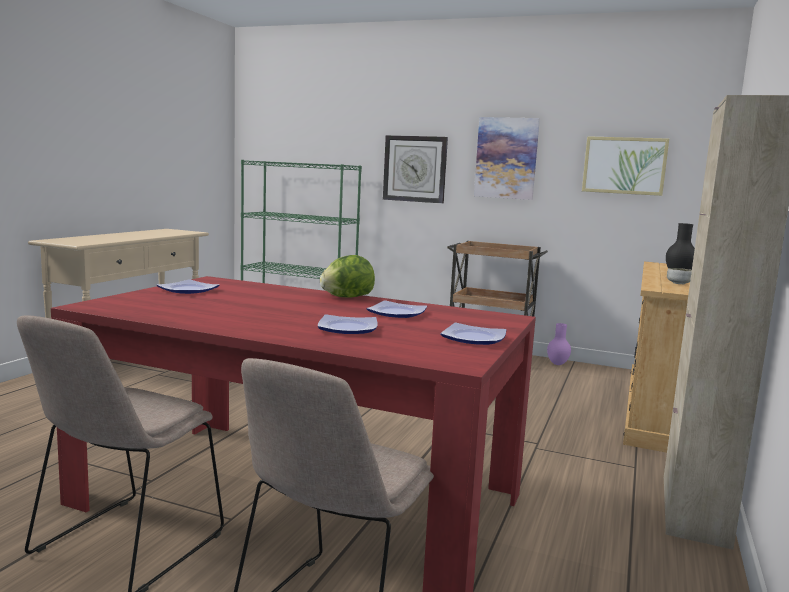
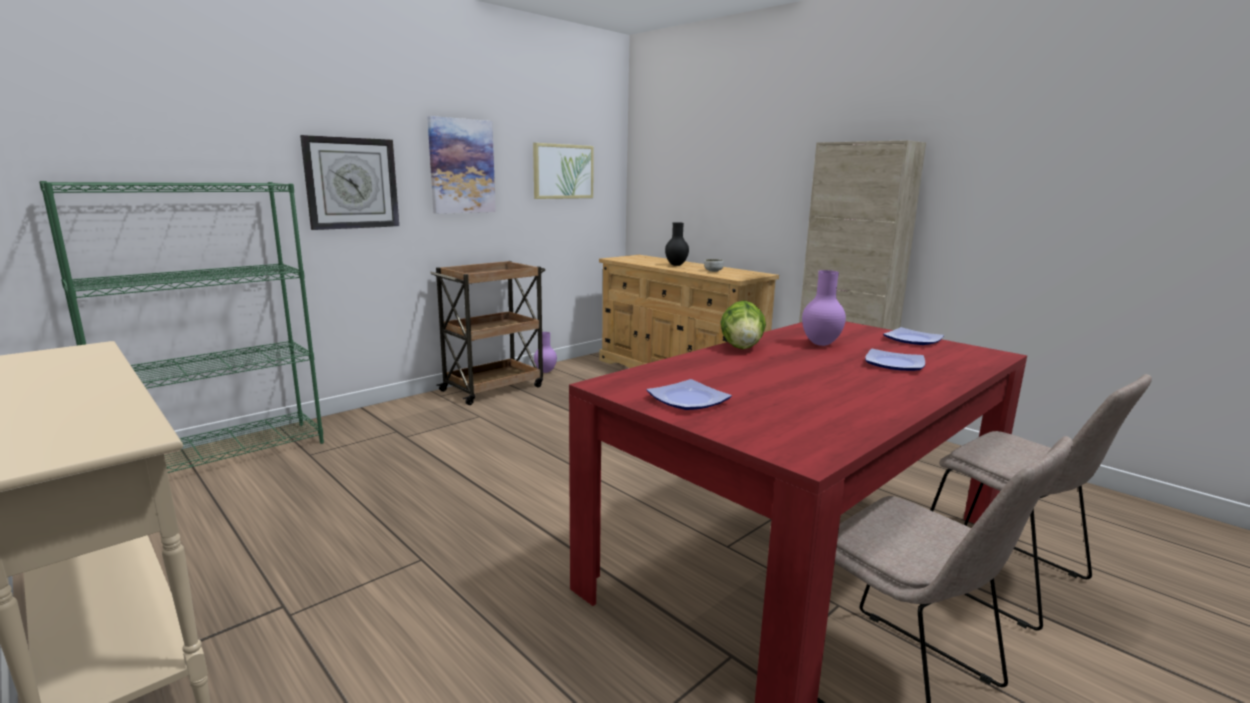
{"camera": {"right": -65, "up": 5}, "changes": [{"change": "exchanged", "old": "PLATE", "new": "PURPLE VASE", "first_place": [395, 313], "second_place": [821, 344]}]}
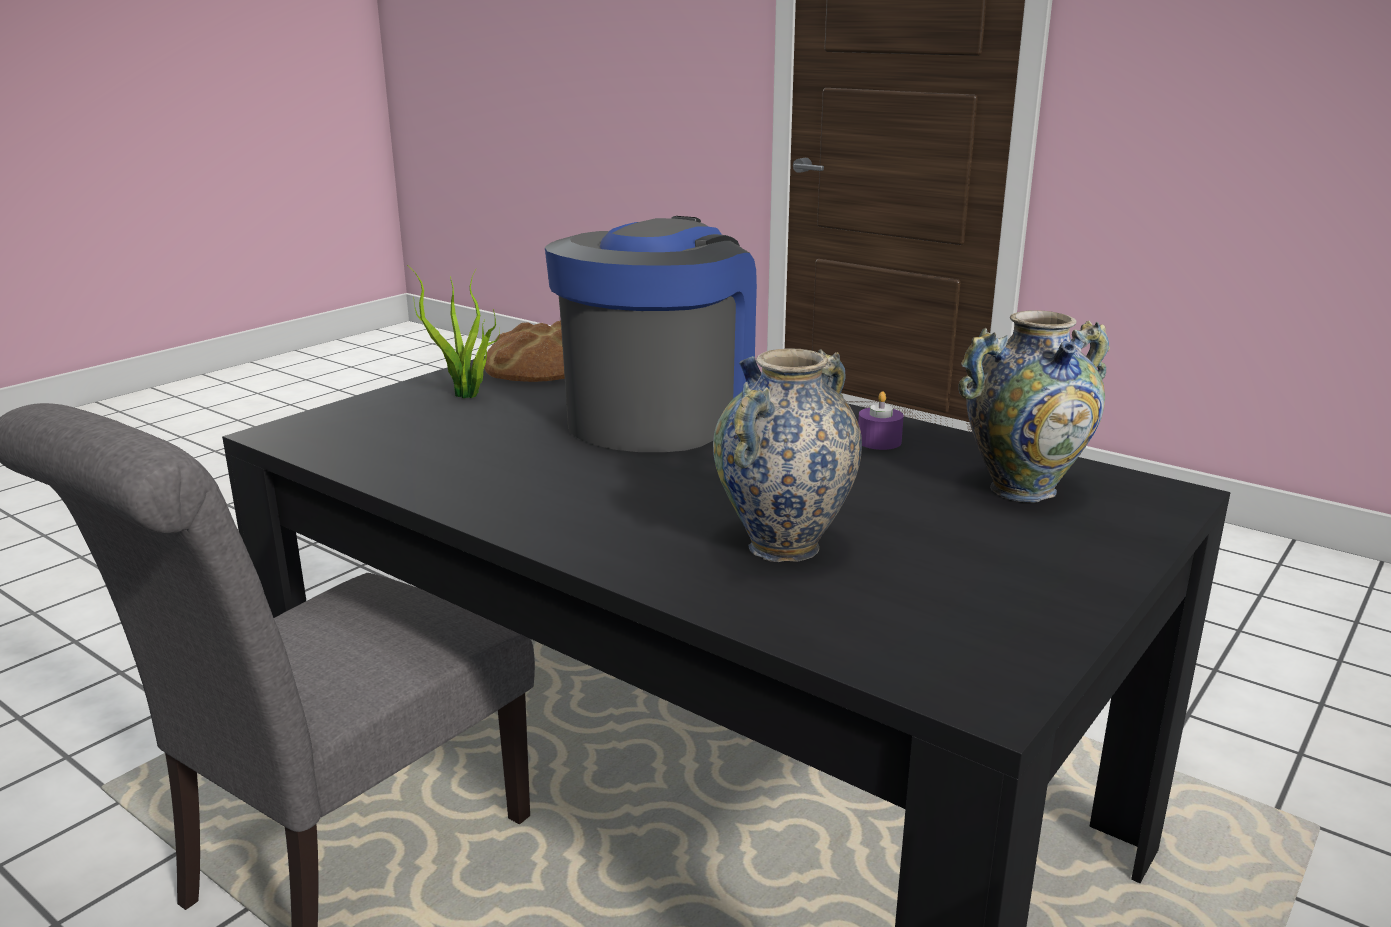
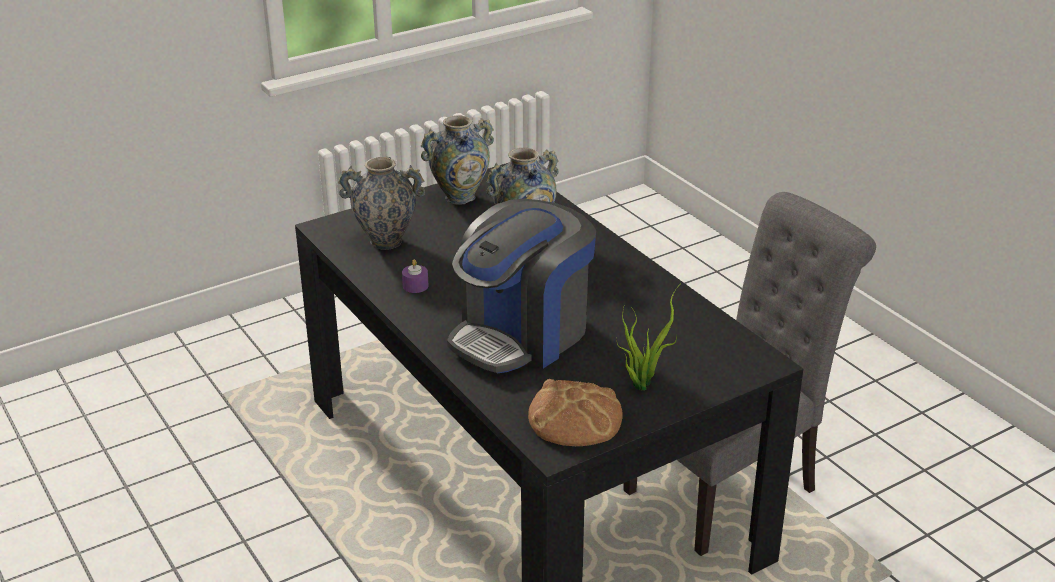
{"camera": {"right": -160, "up": 10}, "changes": [{"change": "appeared", "new": "VASE", "second_place": [460, 197]}]}
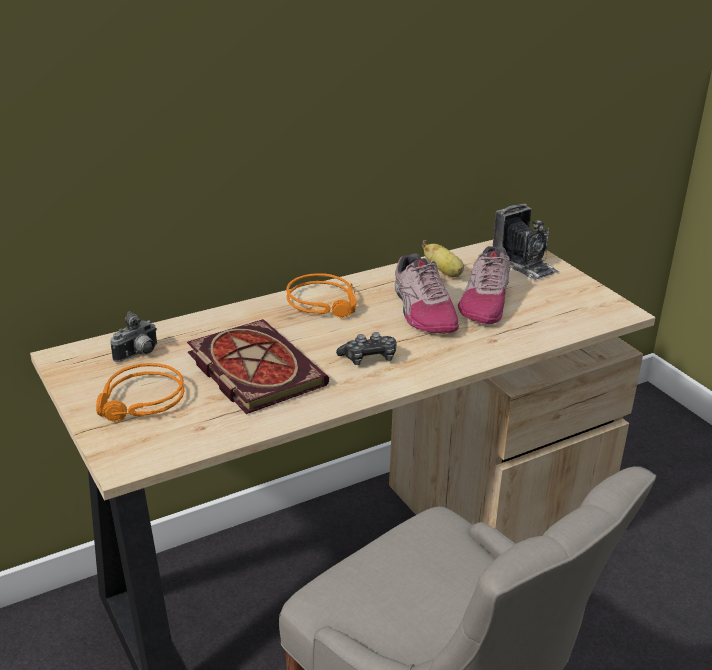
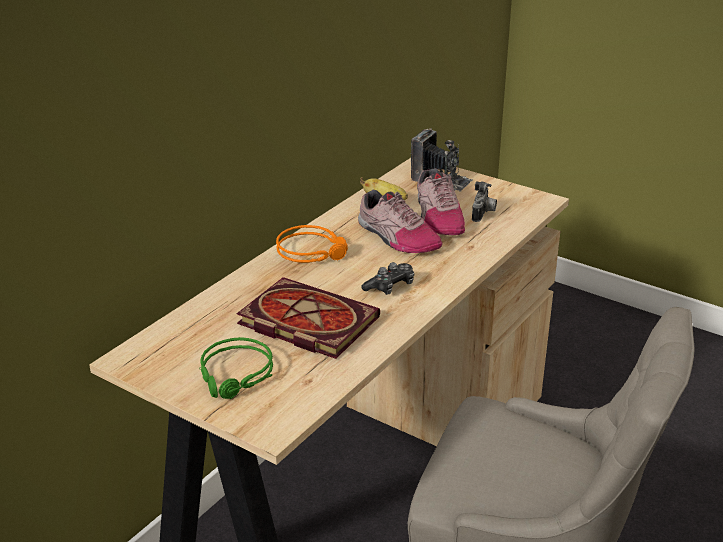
{"camera": {"right": -25, "up": 0}, "changes": [{"change": "relocated", "old": "PHOTO CAMERA", "first_place": [138, 354], "second_place": [483, 214]}, {"change": "colour", "old": "ORANGE HEADPHONES", "new": "GREEN HEADPHONES", "first_place": [141, 402], "second_place": [237, 376]}]}
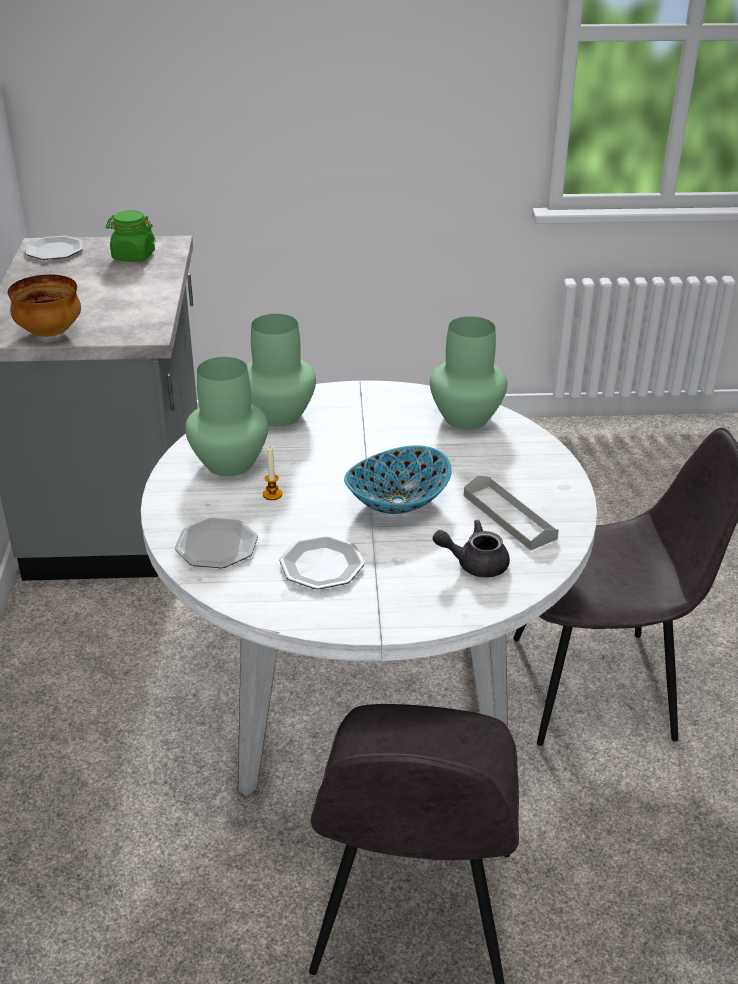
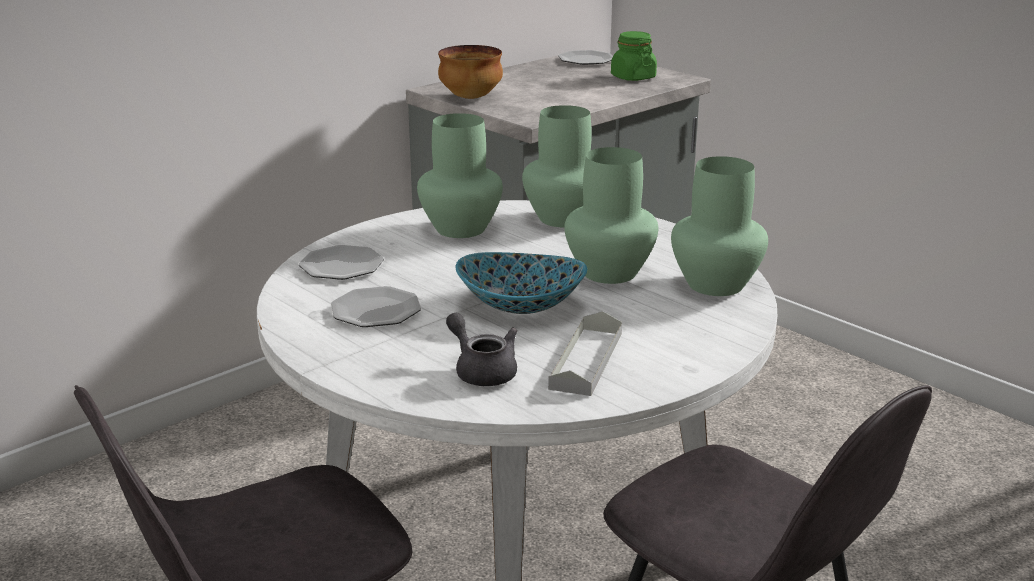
{"camera": {"right": 50, "up": -10}, "changes": [{"change": "missing", "old": "CANDLE", "first_place": [272, 494]}, {"change": "appeared", "new": "GREEN VASE", "second_place": [611, 273]}]}
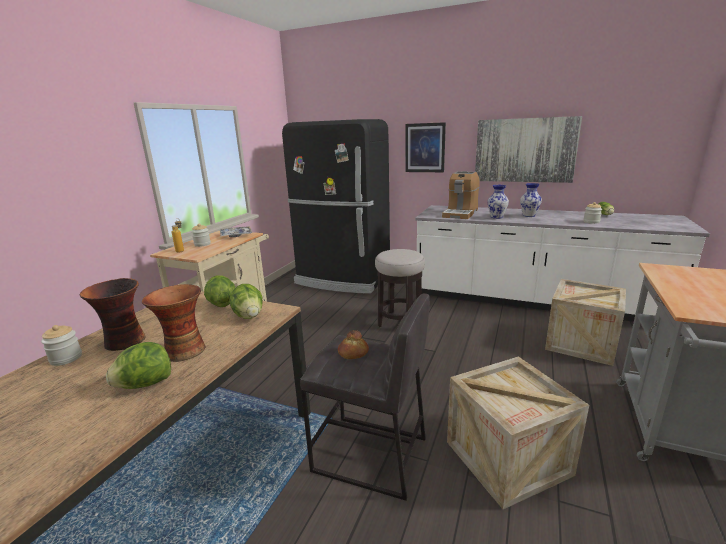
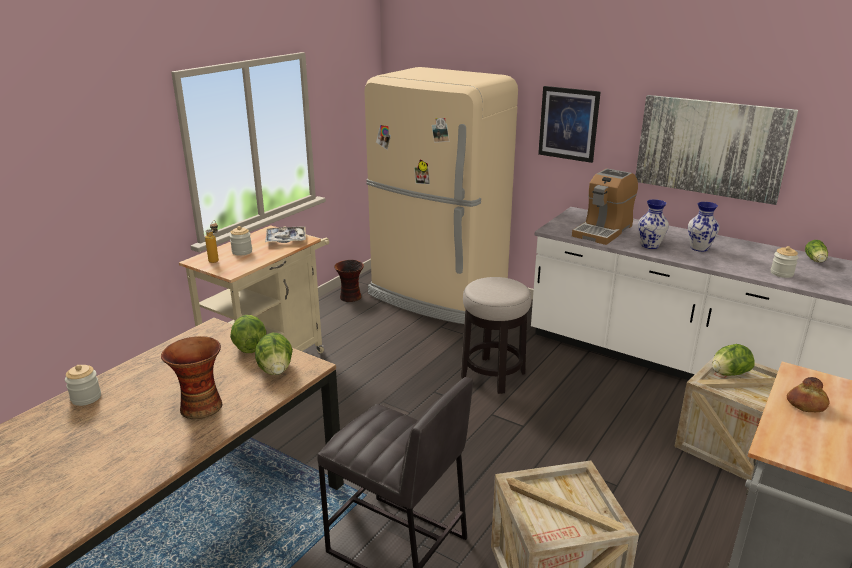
{"camera": {"right": 10, "up": 5}, "changes": [{"change": "colour", "old": "BLACK FRIDGE", "new": "BEIGE FRIDGE", "first_place": [343, 279], "second_place": [437, 296]}, {"change": "relocated", "old": "VASE", "first_place": [125, 342], "second_place": [350, 297]}, {"change": "relocated", "old": "BREAD", "first_place": [353, 353], "second_place": [806, 404]}, {"change": "relocated", "old": "LETTUCE", "first_place": [145, 384], "second_place": [729, 374]}]}
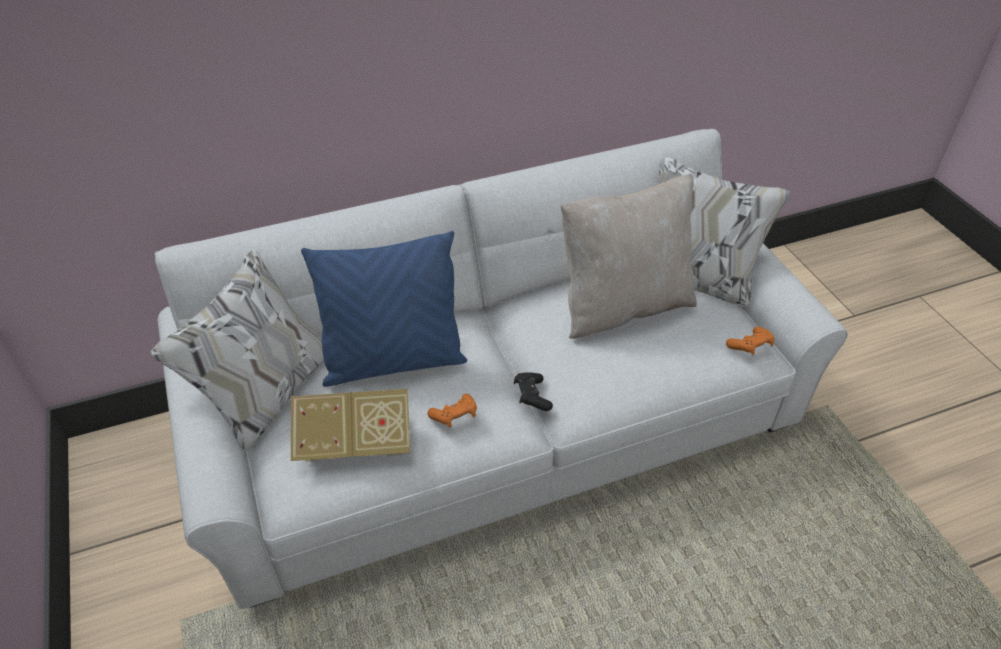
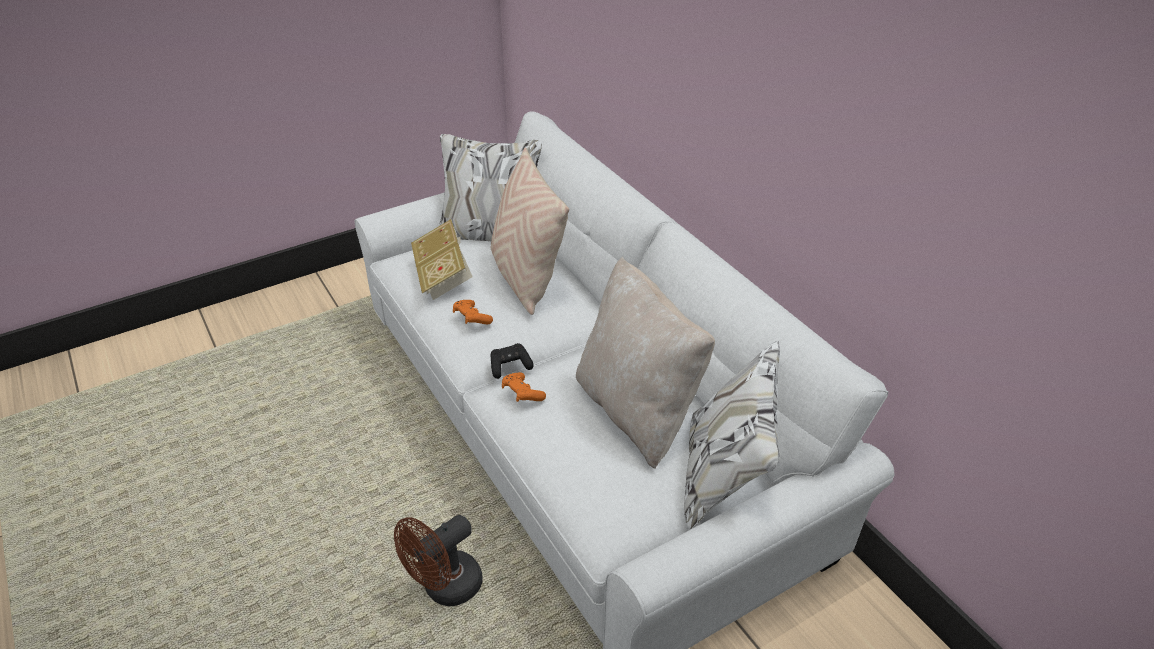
{"camera": {"right": 80, "up": -5}, "changes": [{"change": "colour", "old": "BLUE PILLOW", "new": "BEIGE PILLOW", "first_place": [393, 362], "second_place": [526, 278]}, {"change": "relocated", "old": "ORANGE GAME CONTROLLER", "first_place": [750, 347], "second_place": [522, 394]}, {"change": "appeared", "new": "BROWN FAN", "second_place": [445, 588]}]}
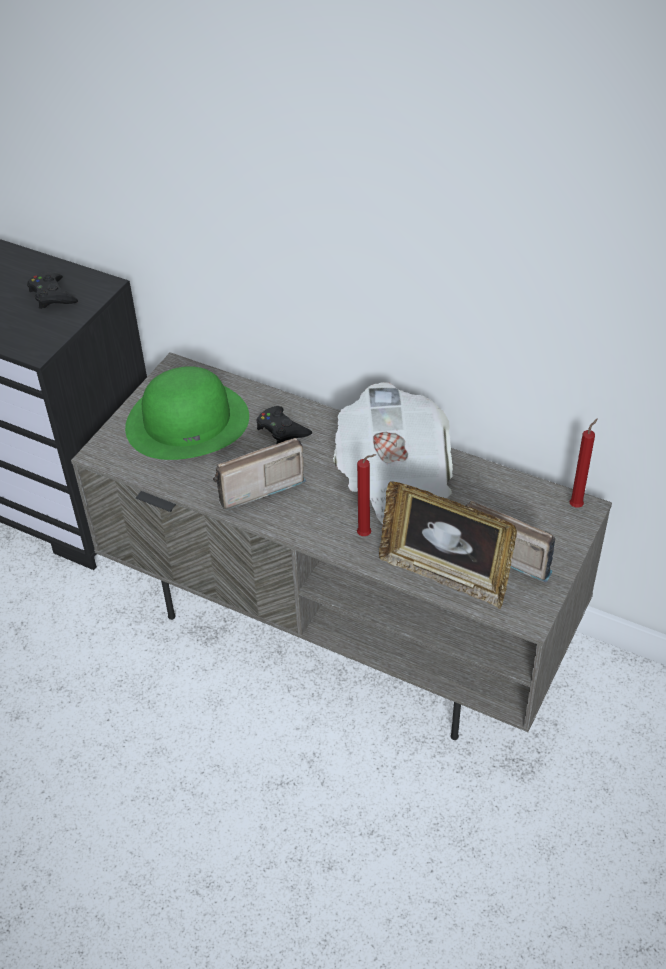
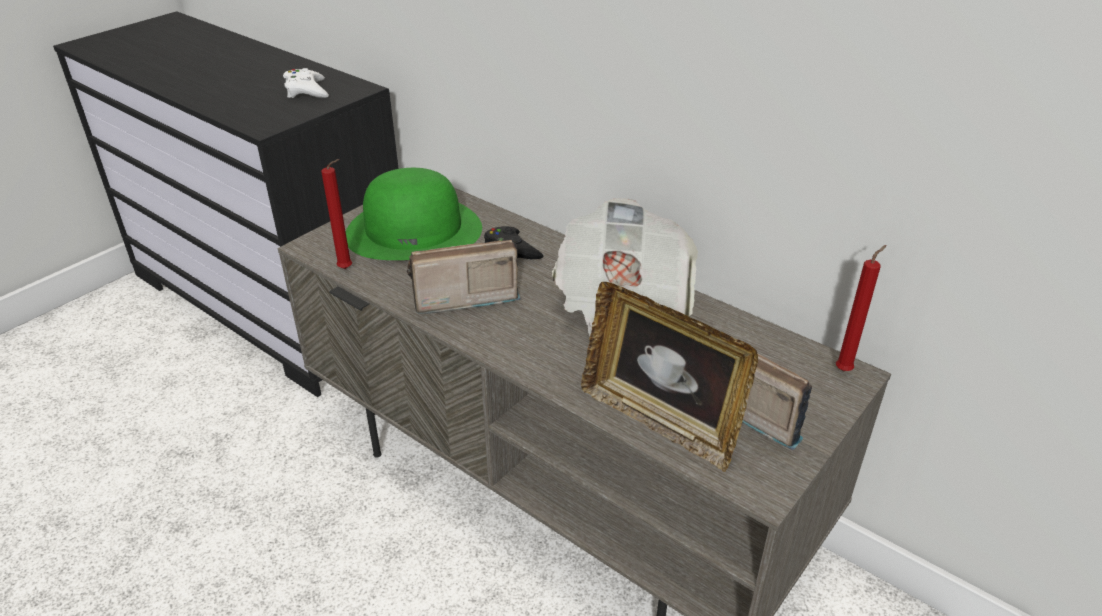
{"camera": {"right": 10, "up": -10}, "changes": [{"change": "colour", "old": "BLACK GAME CONTROLLER", "new": "WHITE GAME CONTROLLER", "first_place": [52, 295], "second_place": [306, 90]}, {"change": "relocated", "old": "RED CANDLE", "first_place": [366, 535], "second_place": [347, 269]}]}
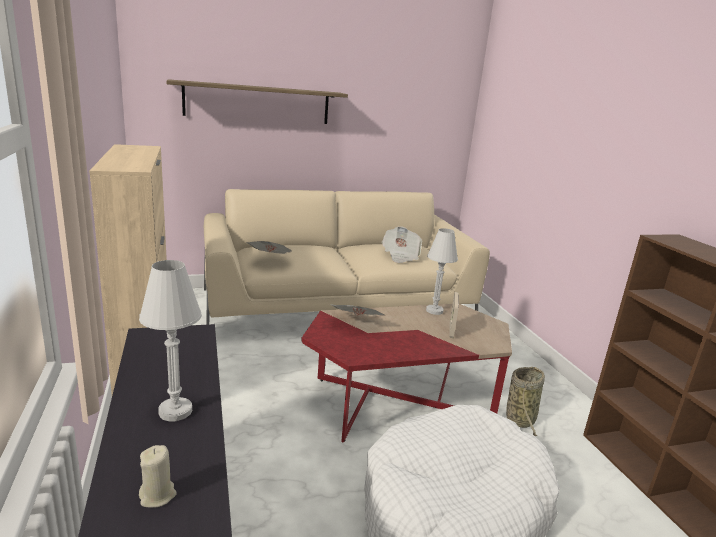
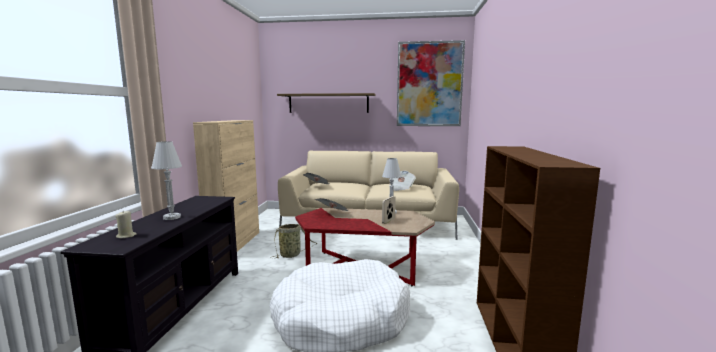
{"camera": {"right": 25, "up": -10}, "changes": [{"change": "relocated", "old": "BASKET", "first_place": [520, 418], "second_place": [291, 255]}, {"change": "appeared", "new": "PICTURE", "second_place": [429, 84]}]}
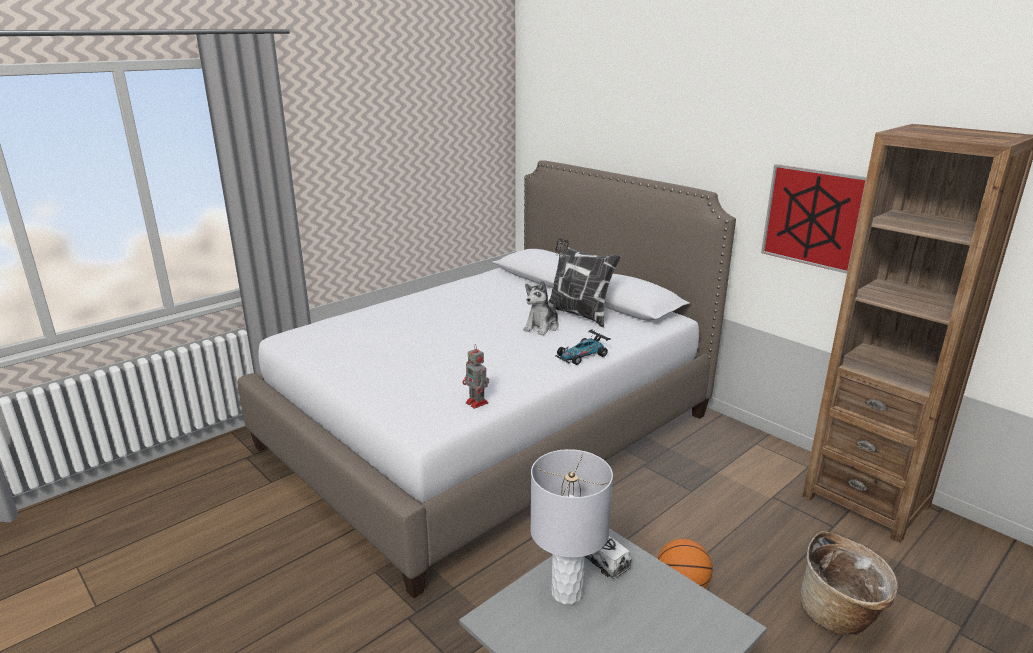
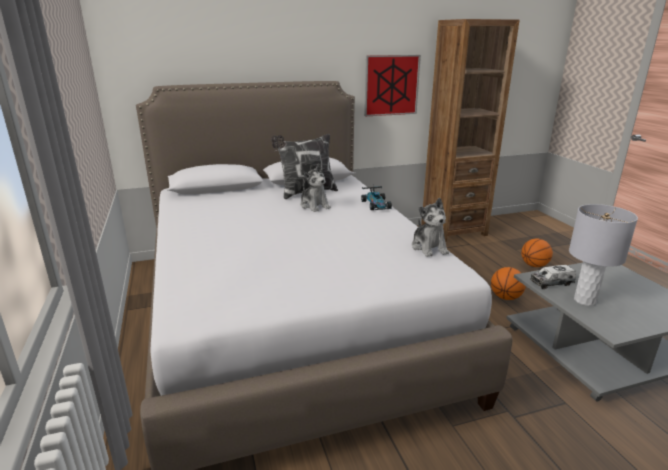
{"camera": {"right": -65, "up": 0}, "changes": [{"change": "exchanged", "old": "TOY ROBOT", "new": "PLUSH TOY", "first_place": [477, 403], "second_place": [429, 247]}, {"change": "exchanged", "old": "BASKET", "new": "BASKETBALL", "first_place": [840, 615], "second_place": [534, 265]}]}
